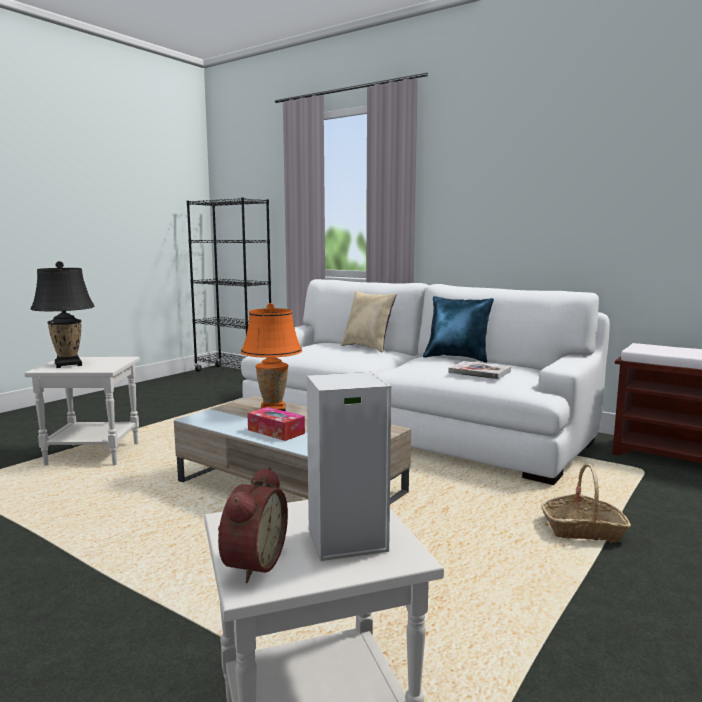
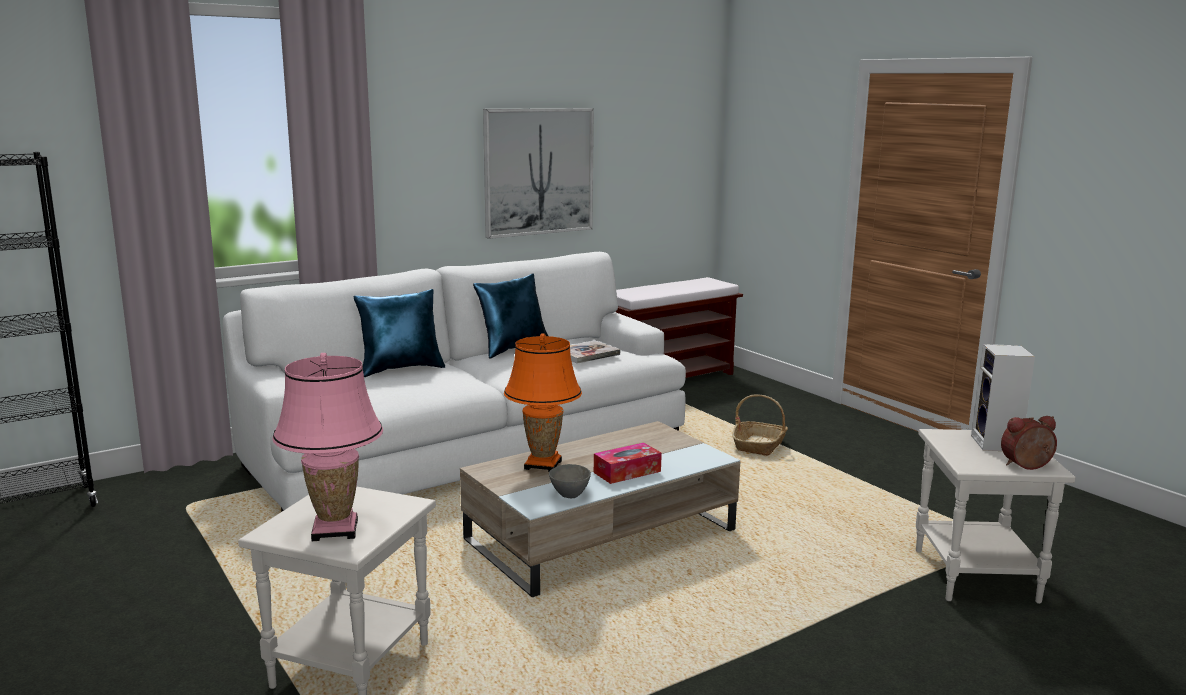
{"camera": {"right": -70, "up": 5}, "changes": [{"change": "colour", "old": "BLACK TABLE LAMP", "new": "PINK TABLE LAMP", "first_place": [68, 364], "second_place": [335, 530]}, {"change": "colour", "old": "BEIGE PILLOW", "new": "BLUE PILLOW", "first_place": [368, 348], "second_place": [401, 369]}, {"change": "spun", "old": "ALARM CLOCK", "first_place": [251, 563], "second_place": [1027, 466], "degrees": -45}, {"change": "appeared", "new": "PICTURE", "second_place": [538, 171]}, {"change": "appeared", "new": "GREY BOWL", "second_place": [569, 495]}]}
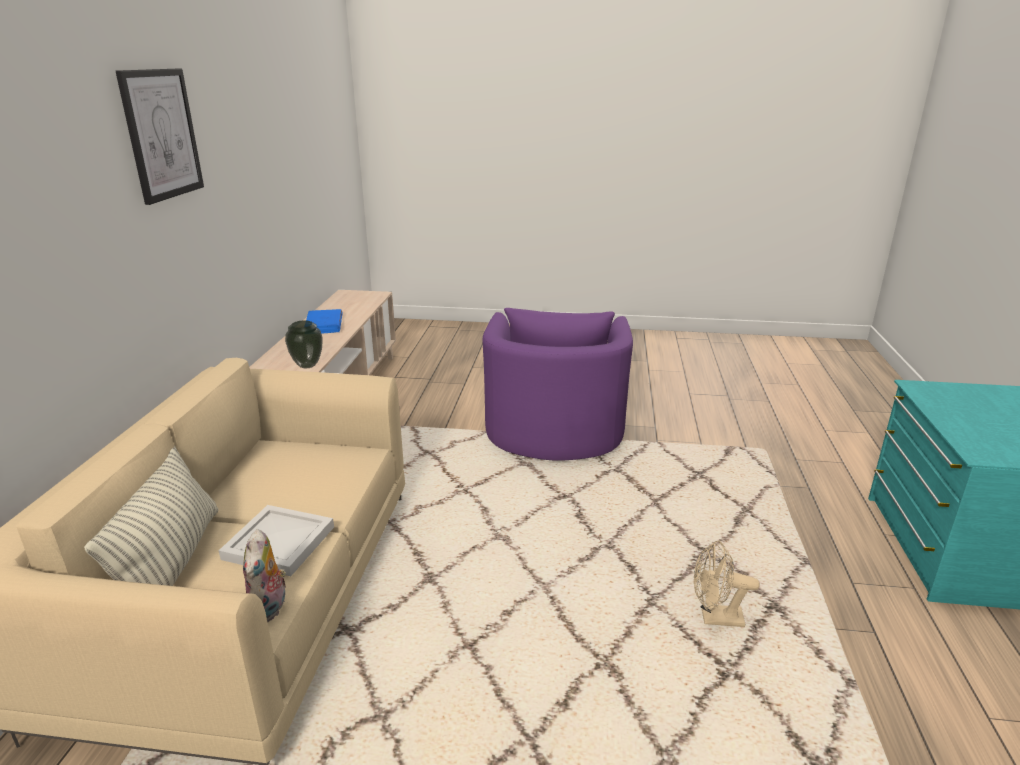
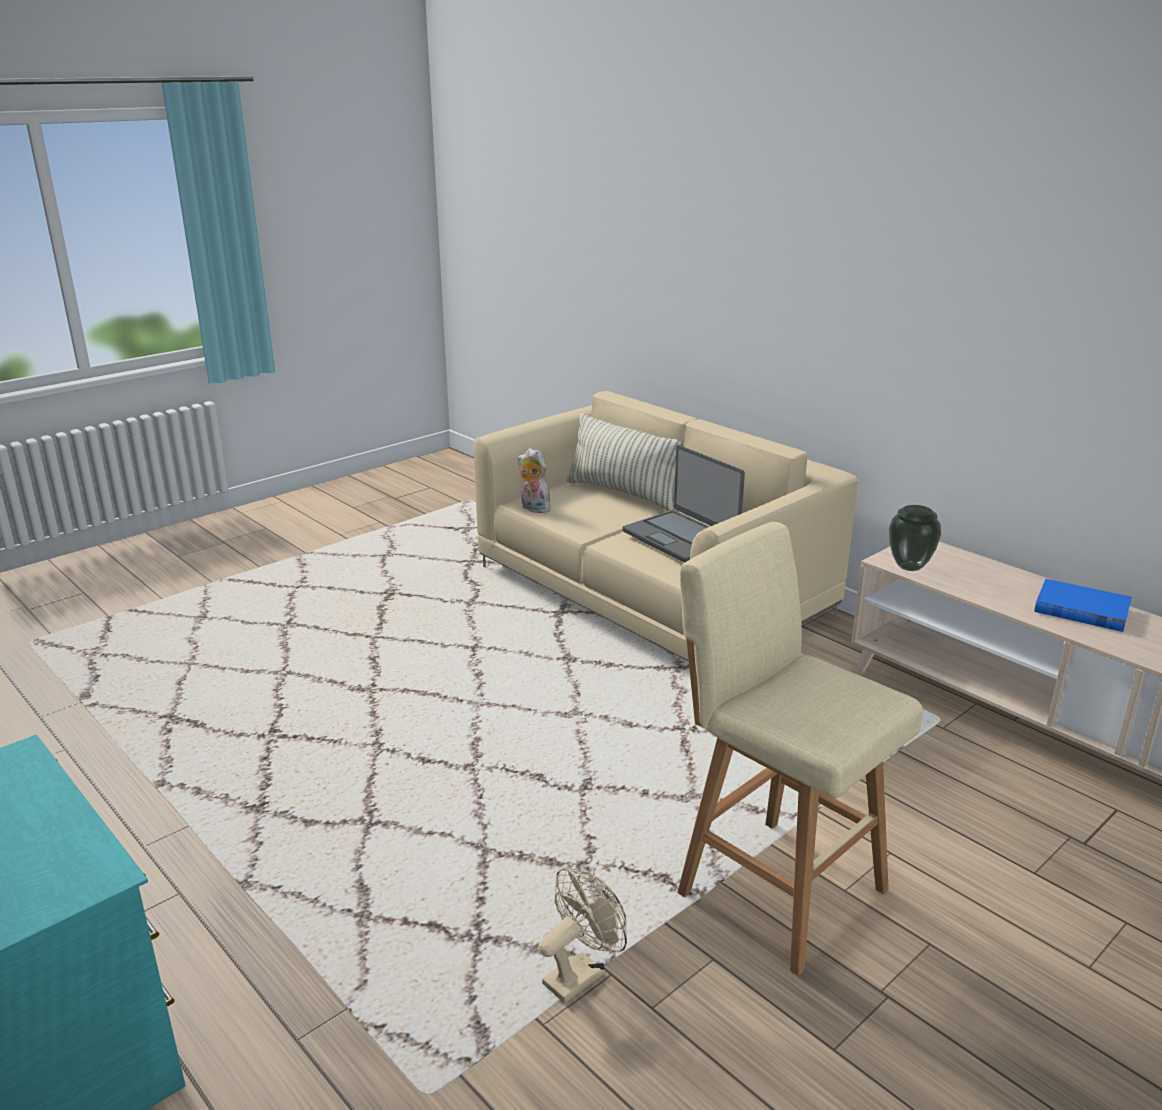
{"camera": {"right": 130, "up": 0}, "changes": [{"change": "missing", "old": "PICTURE", "first_place": [161, 134]}, {"change": "exchanged", "old": "PURPLE ARMCHAIR", "new": "BEIGE STOOL", "first_place": [554, 425], "second_place": [776, 887]}, {"change": "missing", "old": "WHITE TRAY", "first_place": [279, 542]}, {"change": "relocated", "old": "BEIGE FAN", "first_place": [715, 618], "second_place": [580, 973]}, {"change": "appeared", "new": "LAPTOP", "second_place": [681, 537]}]}
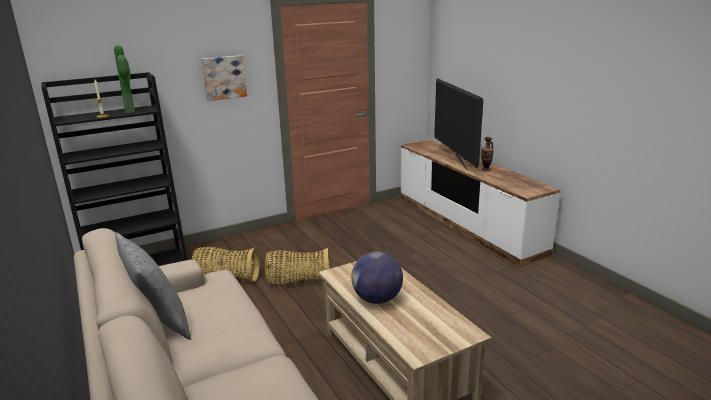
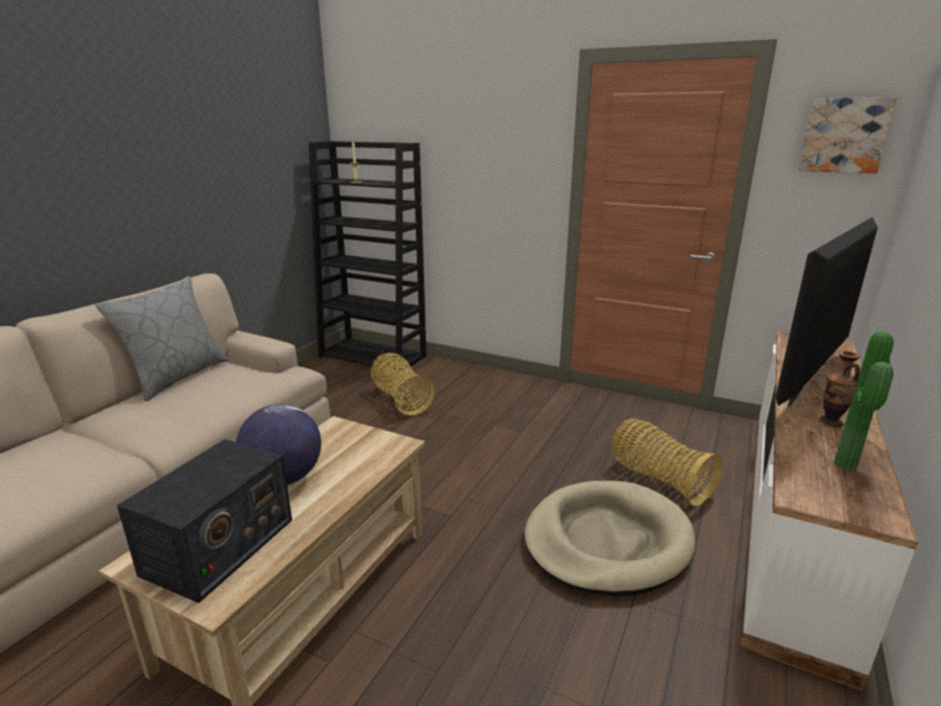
{"camera": {"right": 55, "up": 0}, "changes": [{"change": "relocated", "old": "POTTED PLANT", "first_place": [132, 112], "second_place": [850, 466]}, {"change": "relocated", "old": "PICTURE", "first_place": [224, 77], "second_place": [844, 135]}, {"change": "relocated", "old": "BASKET", "first_place": [298, 281], "second_place": [658, 479]}, {"change": "appeared", "new": "RADIO", "second_place": [219, 547]}, {"change": "appeared", "new": "BEIGE DOG BED", "second_place": [606, 541]}]}
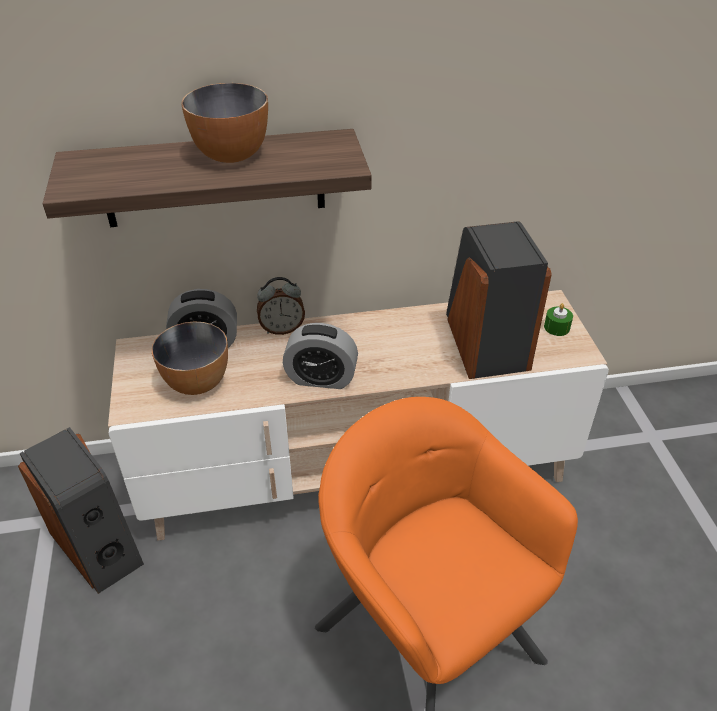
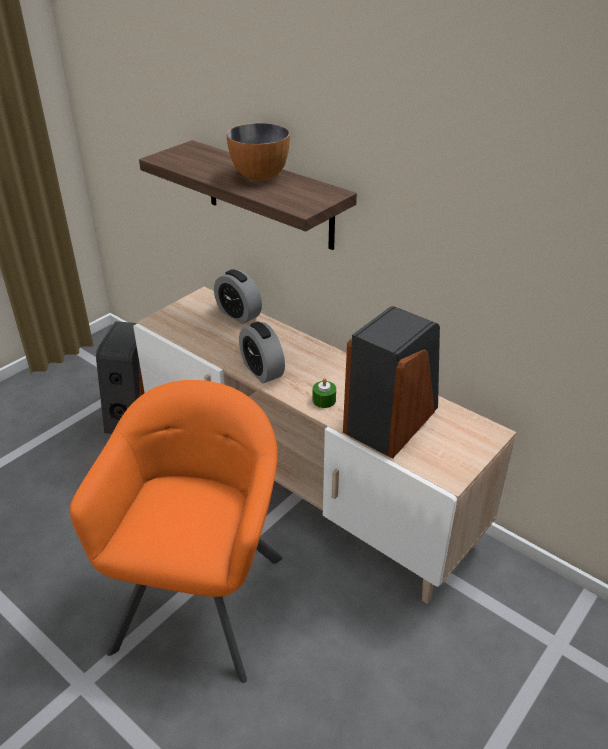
{"camera": {"right": 50, "up": -5}, "changes": [{"change": "missing", "old": "ALARM CLOCK", "first_place": [282, 329]}, {"change": "relocated", "old": "GREEN CANDLE", "first_place": [556, 327], "second_place": [324, 400]}, {"change": "missing", "old": "BOWL", "first_place": [196, 383]}]}
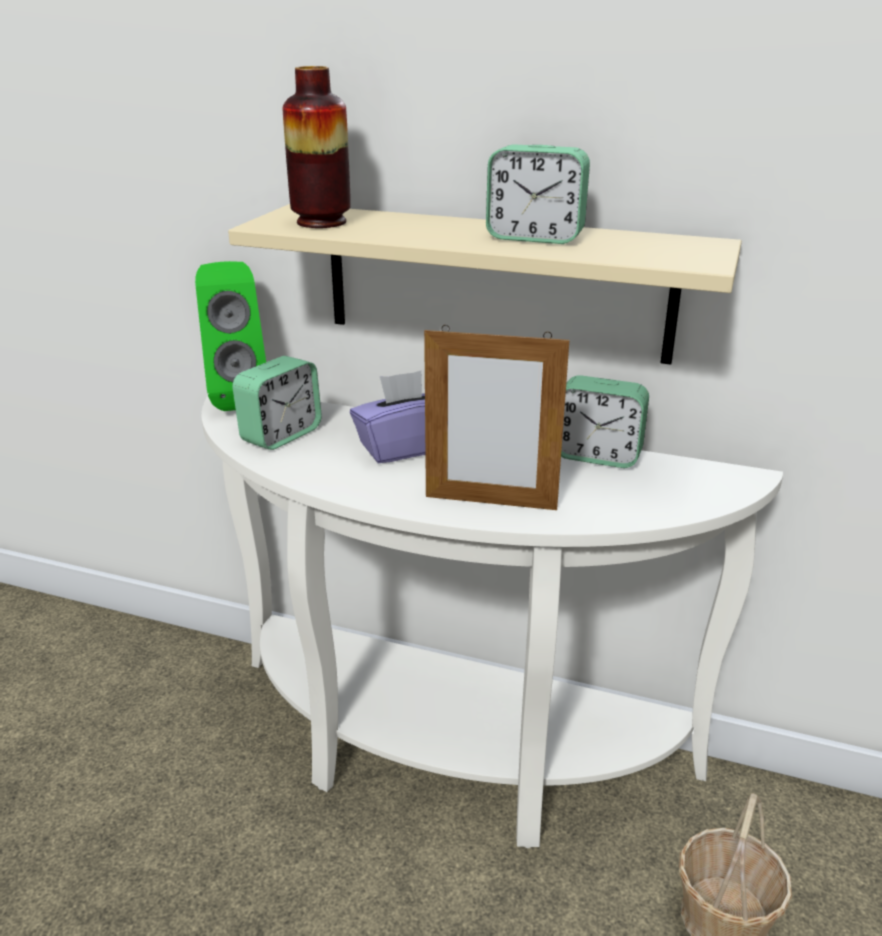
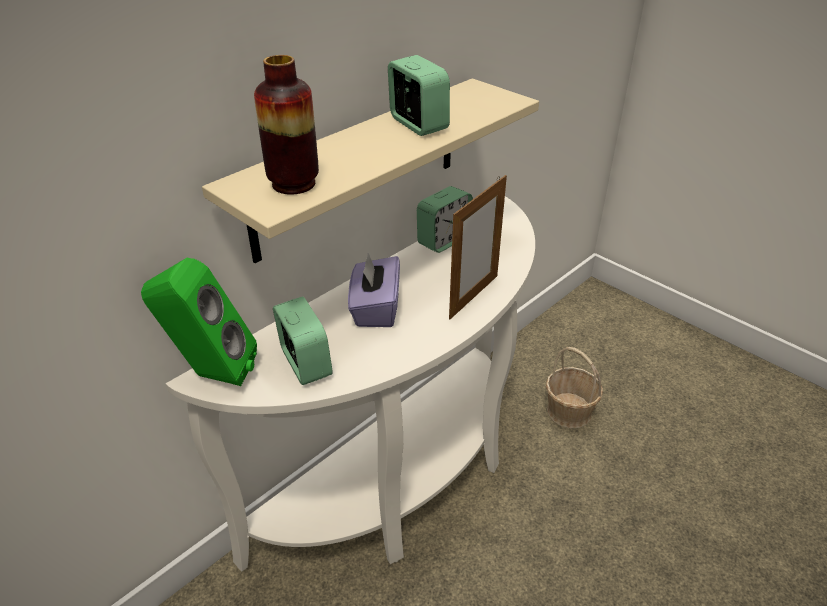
{"camera": {"right": -65, "up": 10}, "changes": [{"change": "spun", "old": "ALARM CLOCK", "first_place": [535, 237], "second_place": [418, 124], "degrees": -75}]}
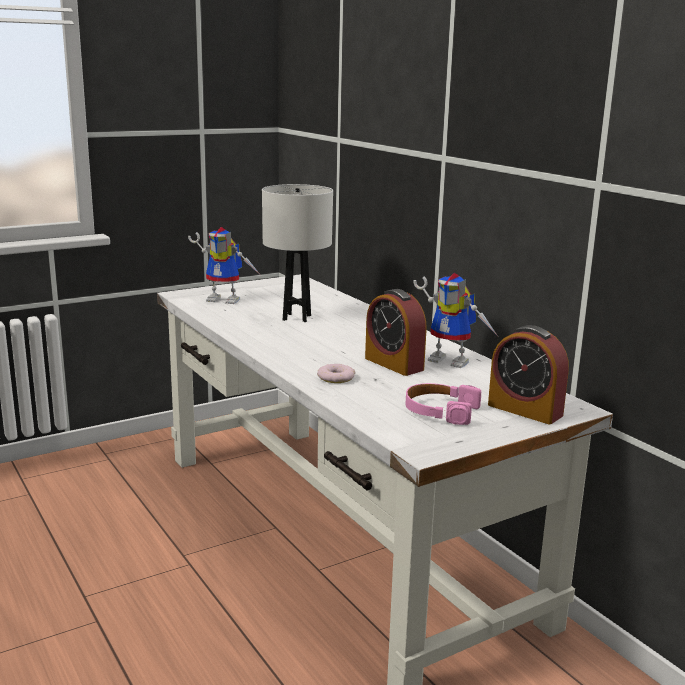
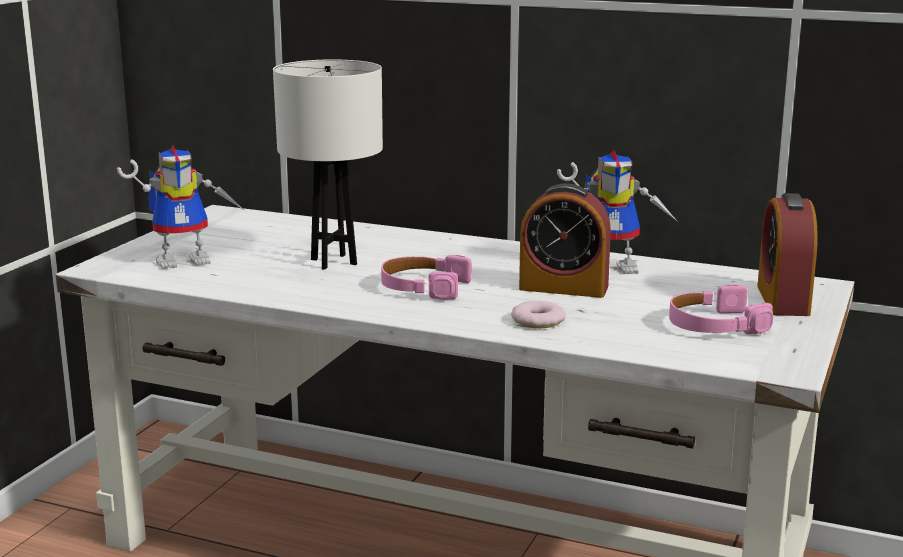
{"camera": {"right": -35, "up": 0}, "changes": [{"change": "spun", "old": "ALARM CLOCK", "first_place": [525, 410], "second_place": [783, 300], "degrees": 90}, {"change": "appeared", "new": "PINK HEADPHONES", "second_place": [423, 287]}]}
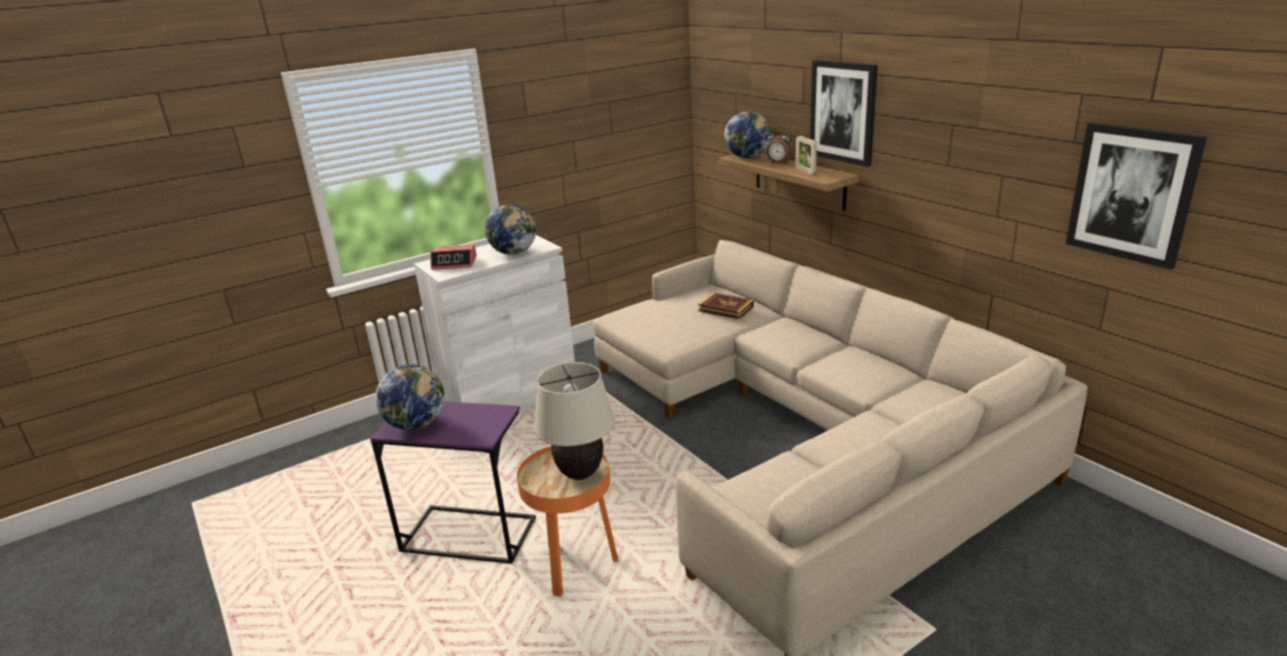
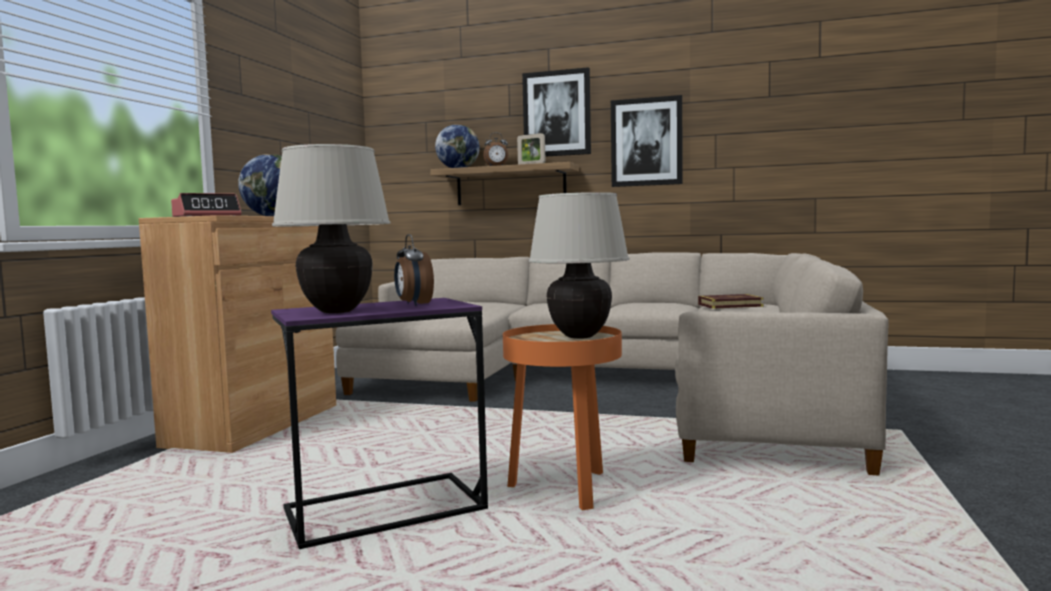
{"camera": {"right": -40, "up": -20}, "changes": [{"change": "relocated", "old": "PICTURE", "first_place": [1132, 194], "second_place": [646, 142]}, {"change": "colour", "old": "WHITE CABINET", "new": "BROWN CABINET", "first_place": [510, 397], "second_place": [255, 425]}, {"change": "relocated", "old": "BOOK", "first_place": [725, 309], "second_place": [730, 305]}, {"change": "exchanged", "old": "GLOBE", "new": "BEIGE TABLE LAMP", "first_place": [416, 424], "second_place": [336, 311]}, {"change": "appeared", "new": "ALARM CLOCK", "second_place": [413, 304]}]}
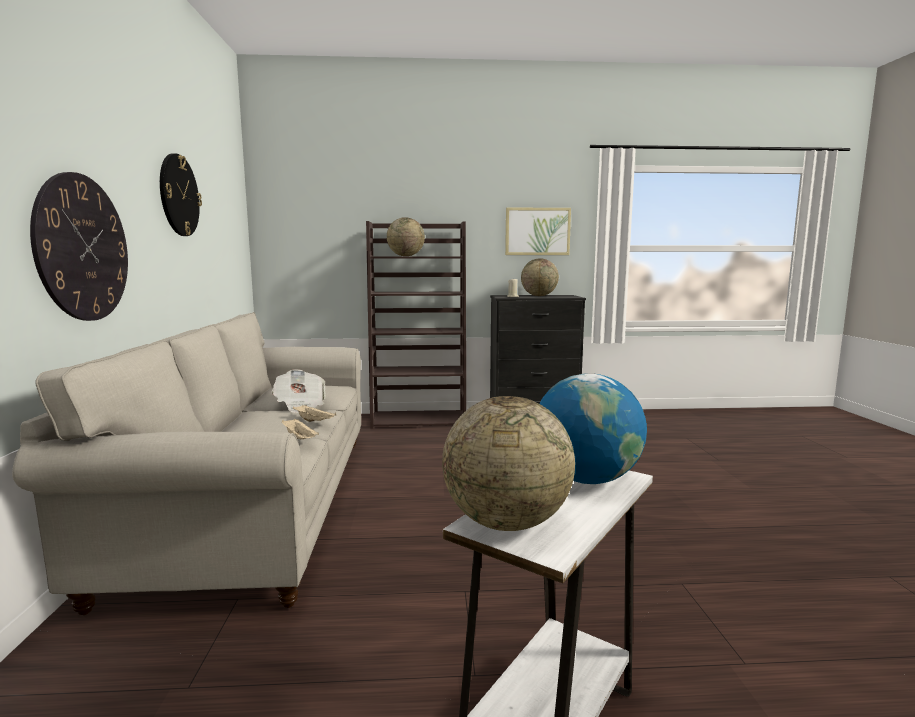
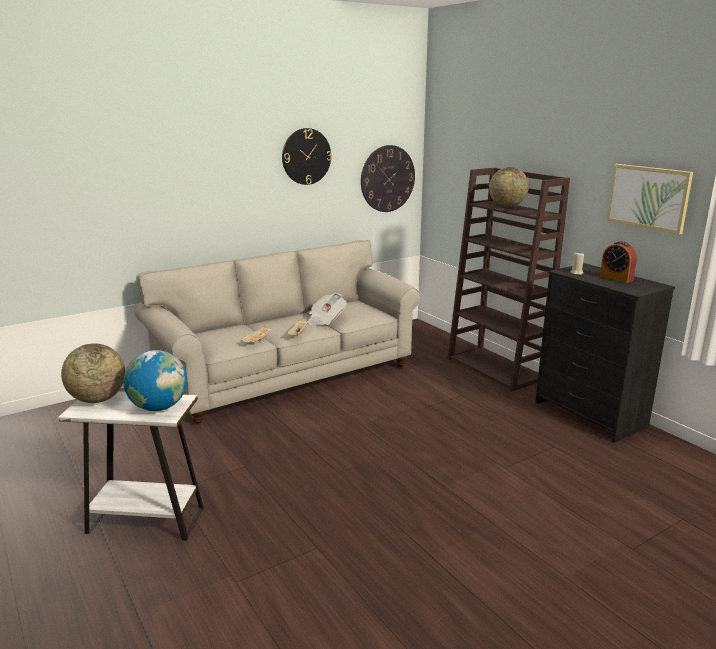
{"camera": {"right": 60, "up": 10}, "changes": [{"change": "relocated", "old": "WALL CLOCK", "first_place": [83, 248], "second_place": [387, 179]}, {"change": "exchanged", "old": "GLOBE", "new": "ALARM CLOCK", "first_place": [539, 296], "second_place": [616, 278]}]}
